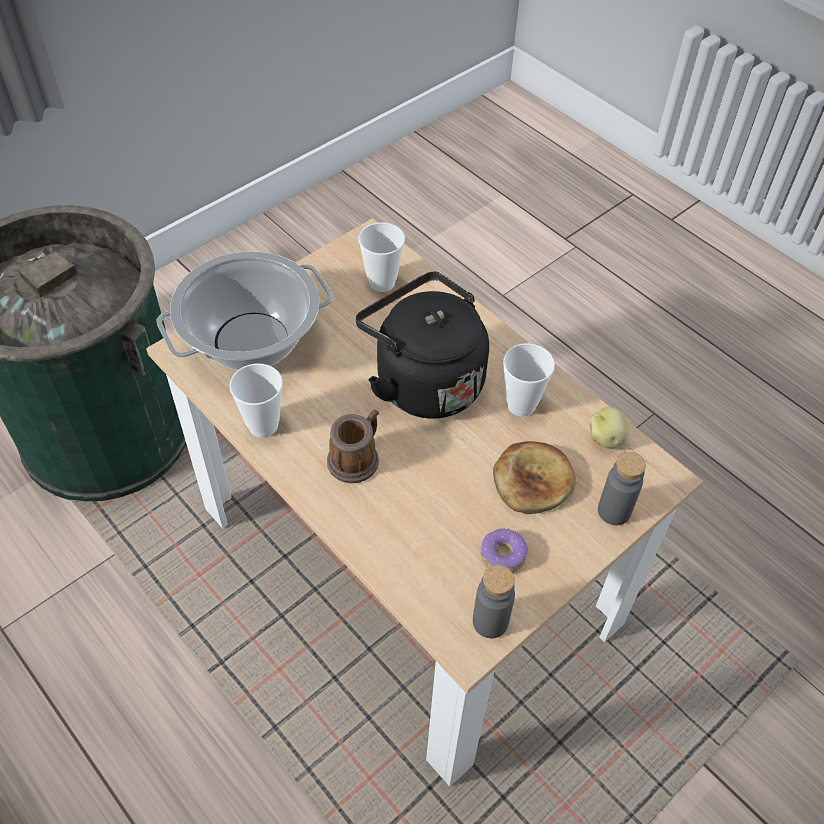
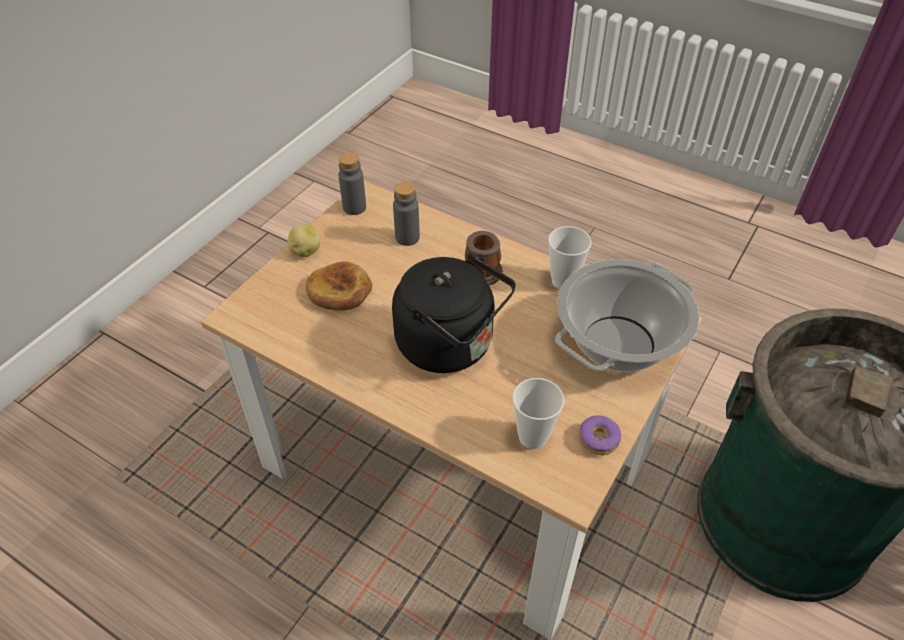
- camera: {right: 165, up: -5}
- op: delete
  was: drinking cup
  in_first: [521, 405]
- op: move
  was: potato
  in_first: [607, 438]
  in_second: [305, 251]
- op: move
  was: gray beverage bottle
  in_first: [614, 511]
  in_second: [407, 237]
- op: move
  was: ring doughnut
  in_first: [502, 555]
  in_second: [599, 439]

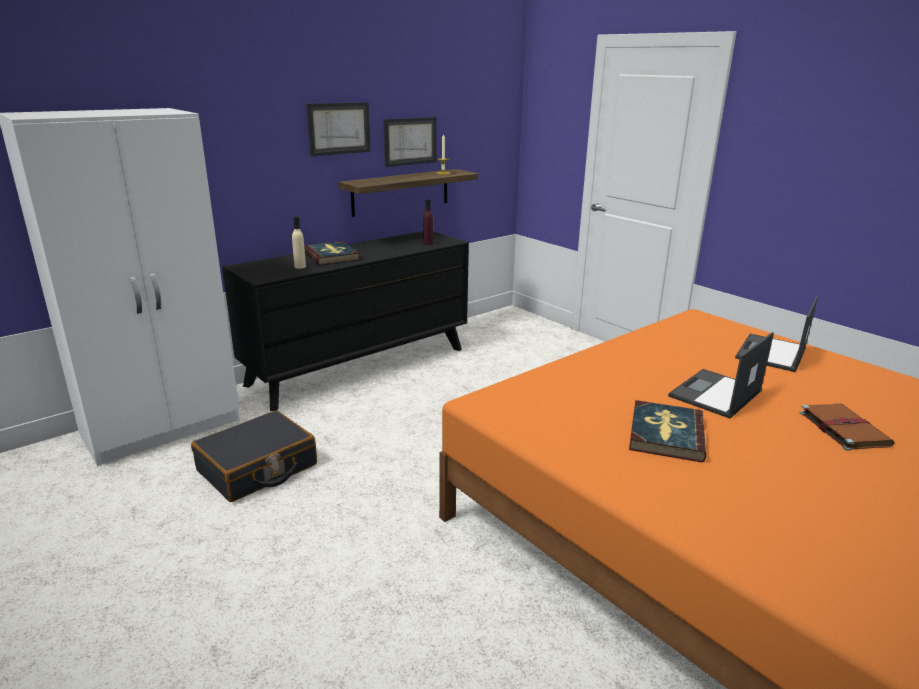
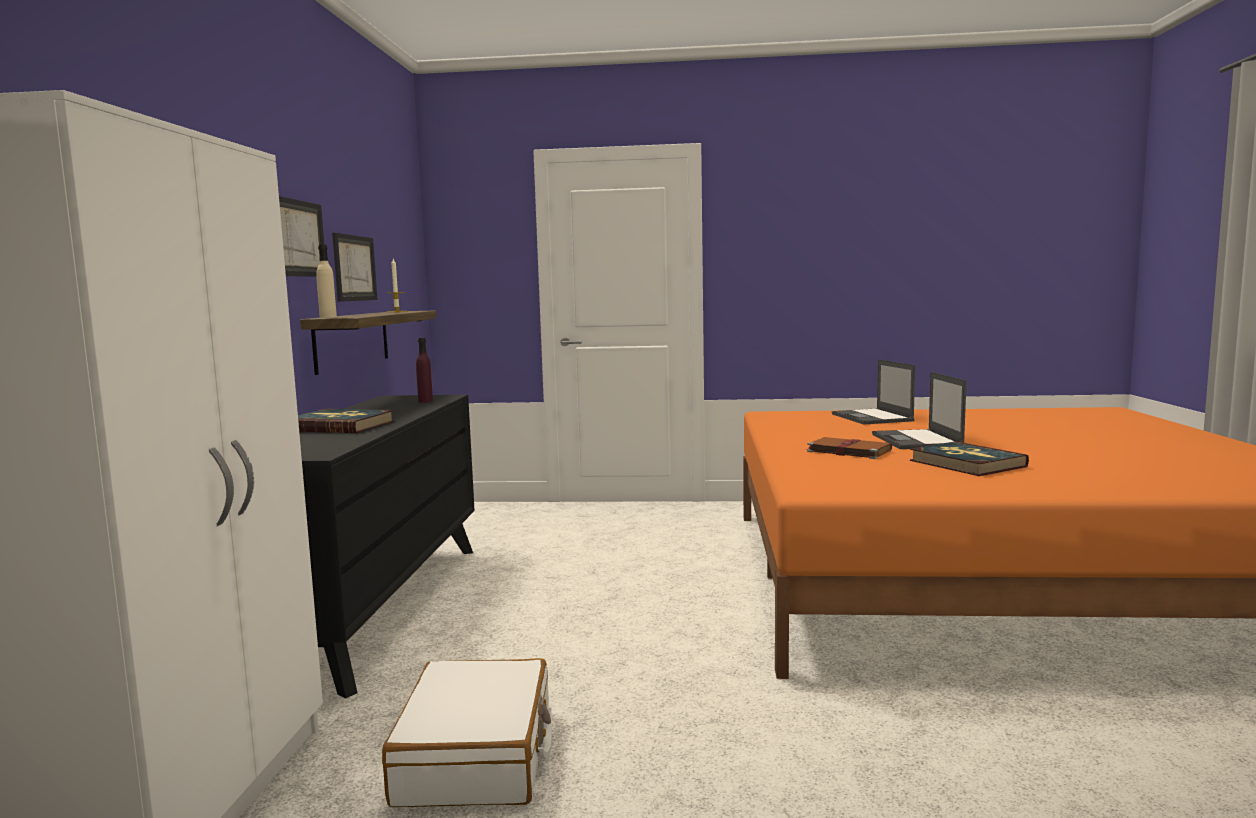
- camera: {right: -45, up: -15}
- op: move
  was: beige-coloured beverage bottle
  in_first: [300, 267]
  in_second: [328, 317]
- op: move
  was: brown bound book
  in_first: [842, 428]
  in_second: [847, 451]
- op: recolor
  was: black-coloured travel case
  now: white travel case
  in_first: [257, 468]
  in_second: [477, 756]

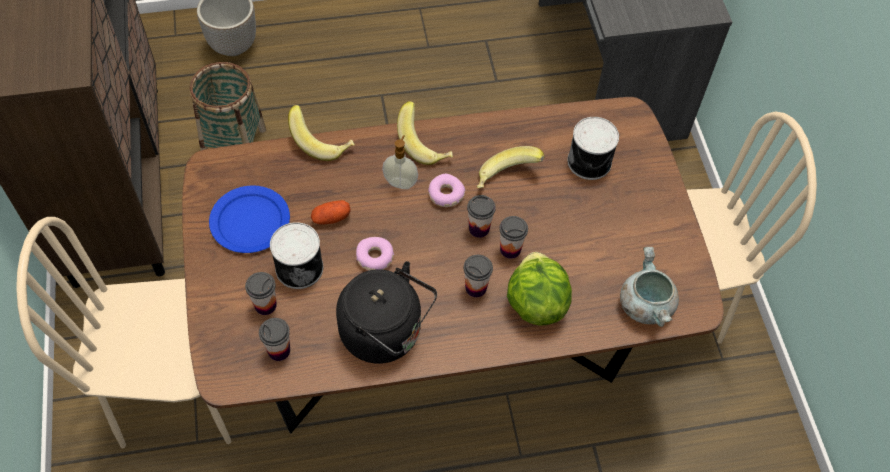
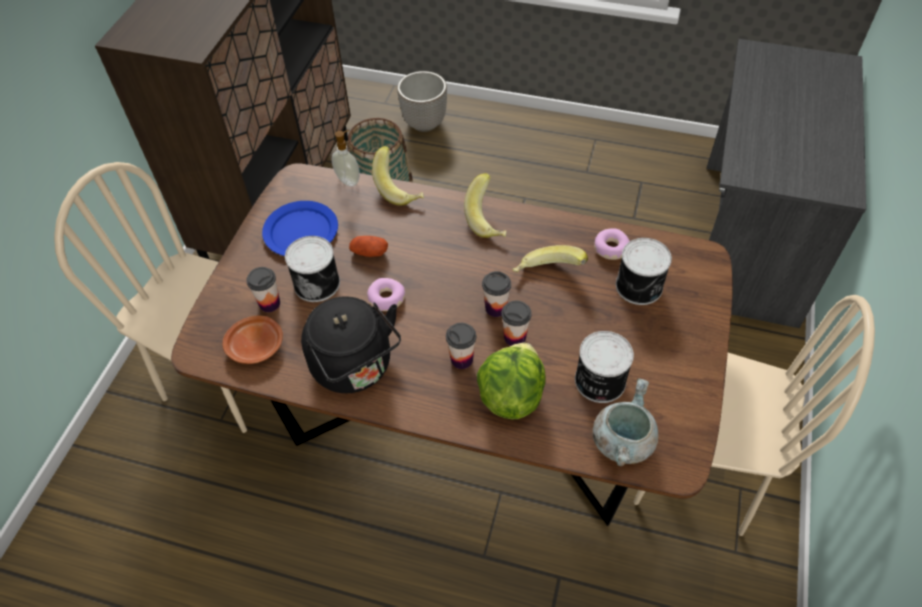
- camera: {right: 30, up: -5}
- op: move
  was: soap dispenser
  in_first: [400, 182]
  in_second: [349, 180]
- op: move
  was: ring doughnut
  in_first: [445, 194]
  in_second: [610, 248]
- op: replace
  was: drinking cup
  now: brown dinner plate
  in_first: [279, 350]
  in_second: [256, 345]
- op: insert
  now: metal can
  in_second: [599, 381]

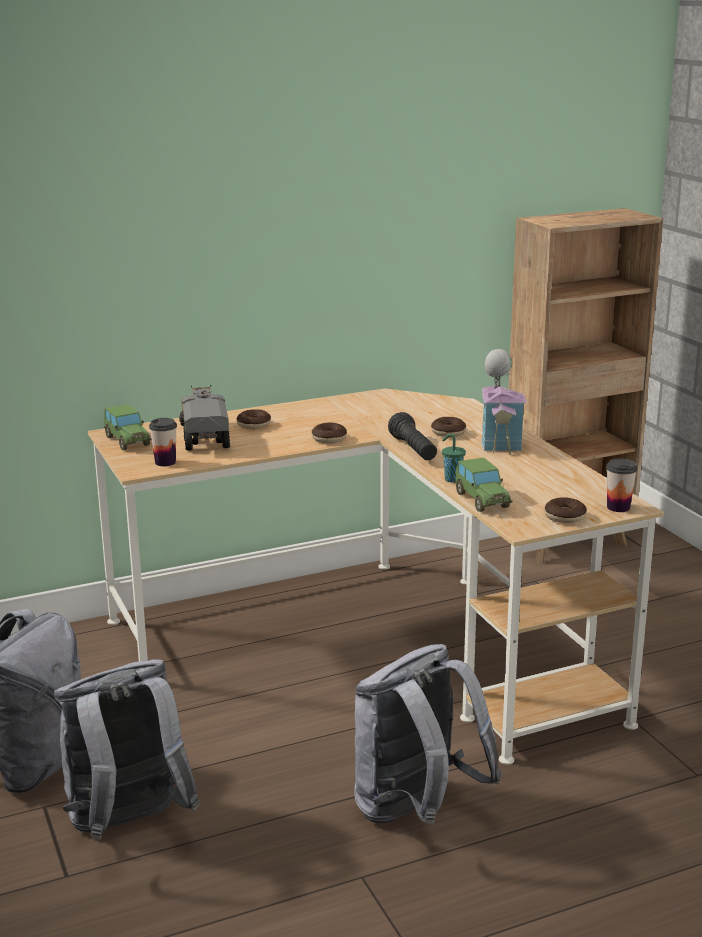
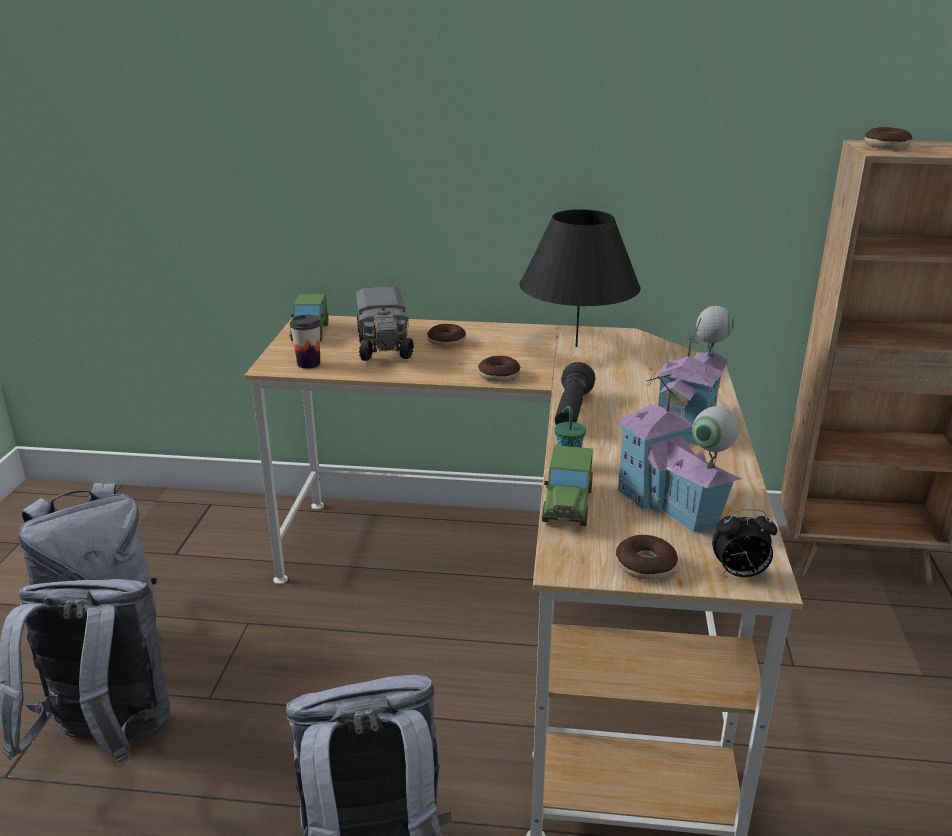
- camera: {right: 30, up: 5}
- op: rotate
  was: toy truck
  in_first: [205, 436]
  in_second: [383, 344]
  clockwise: 150
- op: move
  was: ring doughnut
  in_first: [448, 432]
  in_second: [886, 146]
- op: replace
  was: drinking cup
  now: bedside clock
  in_first: [618, 507]
  in_second: [739, 574]
- op: insert
  now: black-coloured tabletop lamp
  in_second: [576, 346]
- op: insert
  now: model house
  in_second: [667, 505]

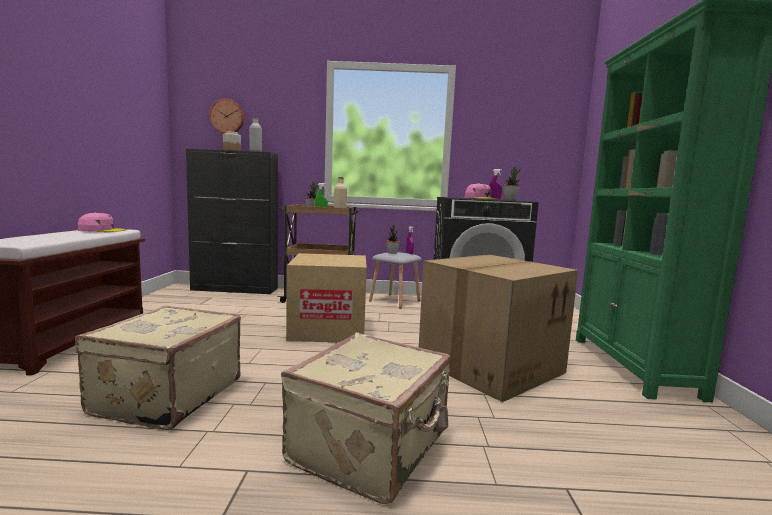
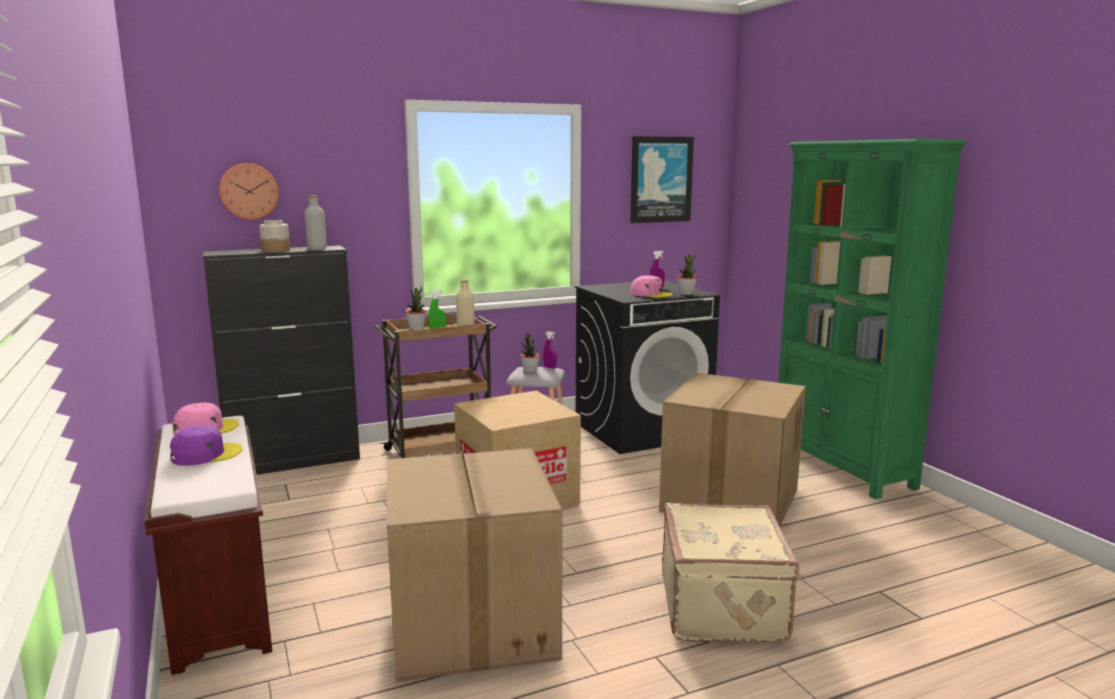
- camera: {right: -25, up: 5}
- op: replace
  was: beige-coloured travel case
  now: cardboard box
  in_first: [165, 396]
  in_second: [475, 624]
- op: insert
  now: wall picture
  in_second: [660, 179]
- op: insert
  now: purplish cap
  in_second: [205, 454]

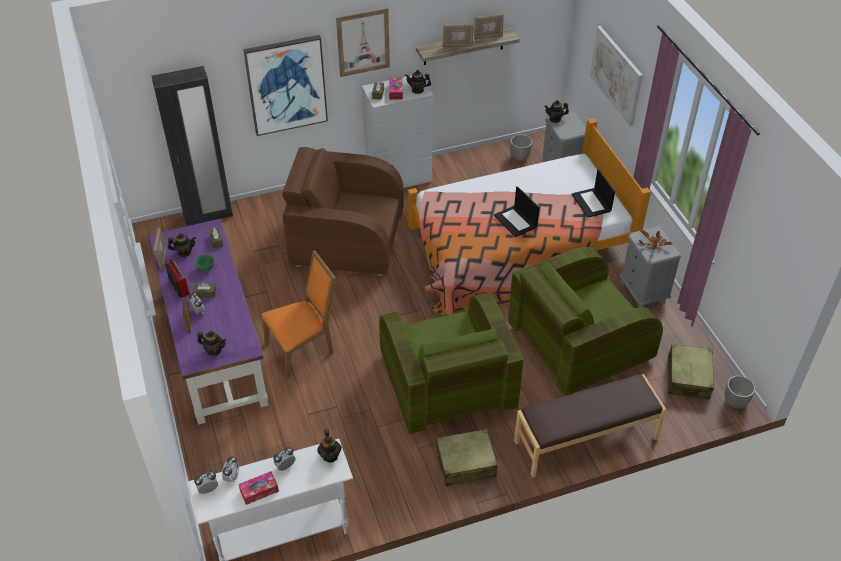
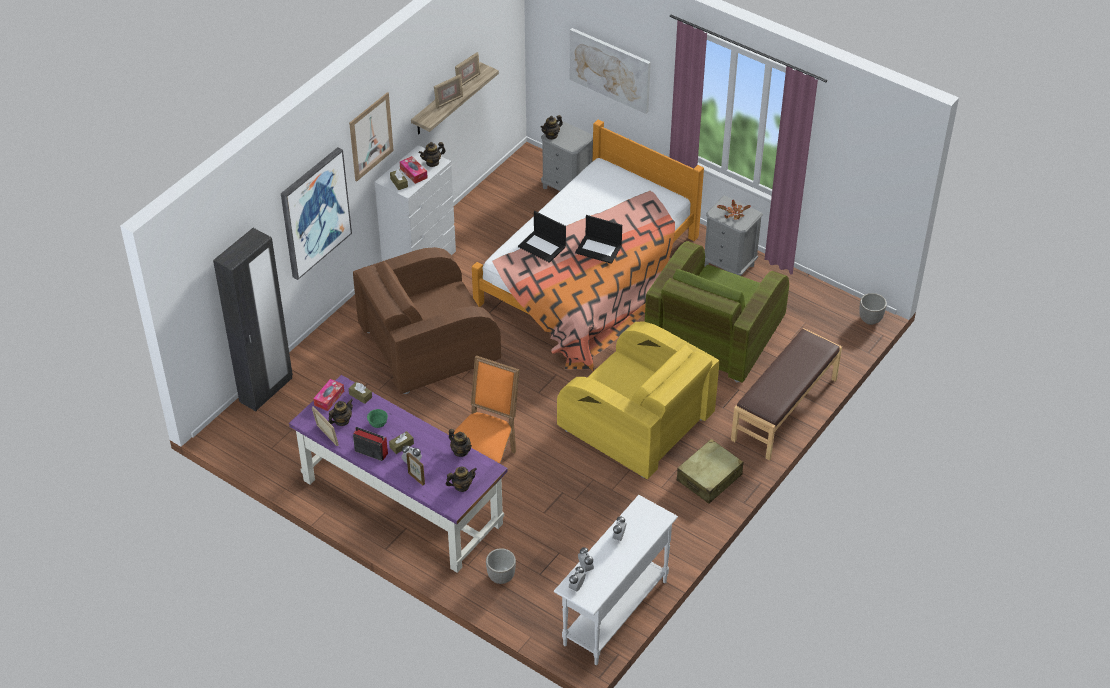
- camera: {right: -35, up: 0}
- op: move
  was: planter
  in_first: [519, 157]
  in_second: [501, 577]
- op: move
  was: notebook computer
  in_first: [592, 203]
  in_second: [542, 246]
- op: recolor
  was: greenish easy chair
  now: yellow-coloured easy chair
  in_first: [447, 383]
  in_second: [636, 424]
- op: delete
  was: beige-coloured travel case
  in_first: [688, 377]
- op: move
  was: tea pot
  in_first: [330, 455]
  in_second: [460, 451]
- op: move
  was: tissue holder
  in_first: [259, 491]
  in_second: [329, 398]

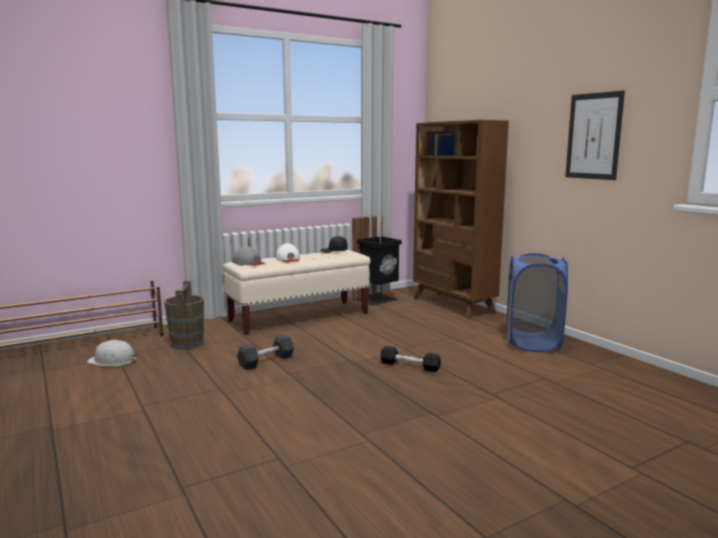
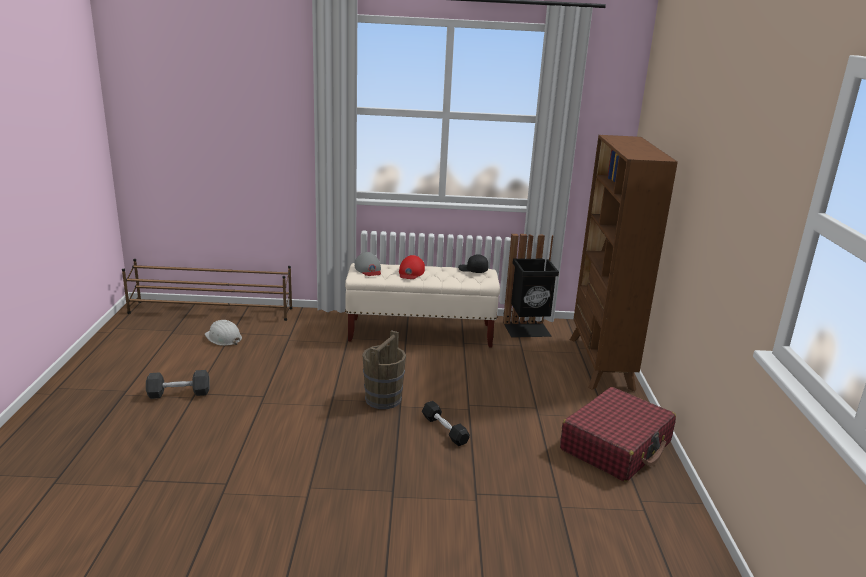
- camera: {right: 30, up: 10}
- op: delete
  was: wall picture
  in_first: [593, 136]
- op: recolor
  was: white cap
  now: red-coloured cap
  in_first: [288, 259]
  in_second: [411, 272]
- op: replace
  was: bluish hamper
  now: red-coloured travel case
  in_first: [532, 342]
  in_second: [616, 446]
- op: move
  was: brown pail
  in_first: [187, 343]
  in_second: [383, 399]
- op: move
  was: gray hand weight
  in_first: [266, 361]
  in_second: [179, 393]

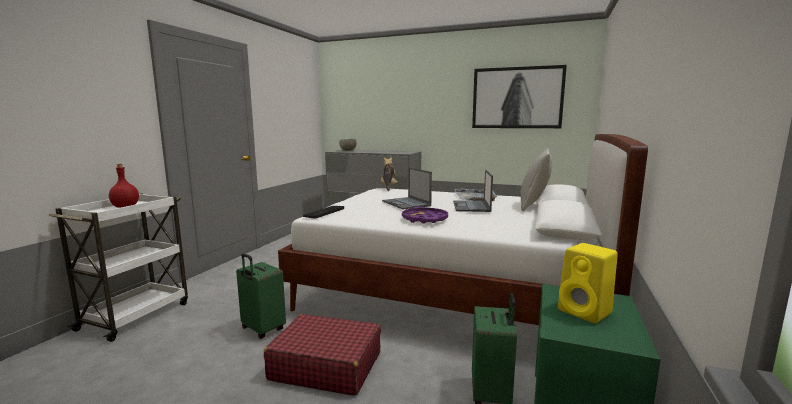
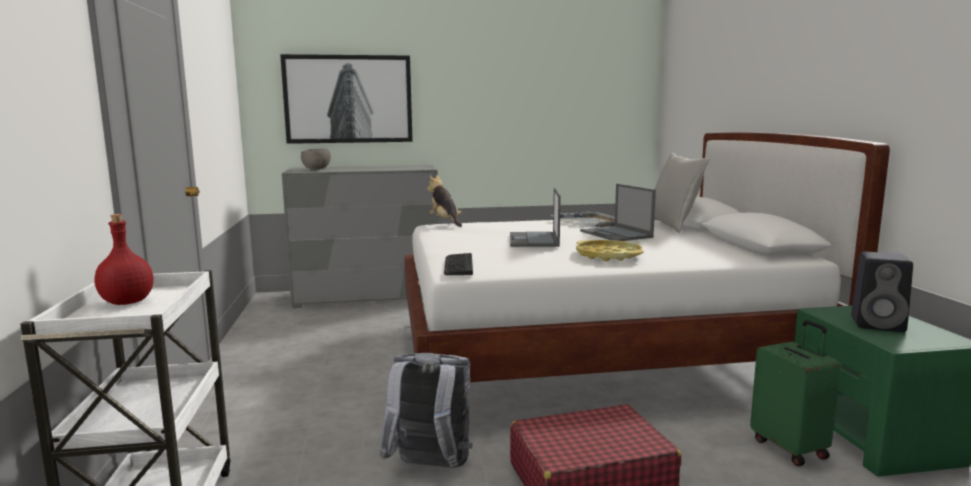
- camera: {right: -30, up: 0}
- op: move
  was: wall picture
  in_first: [517, 98]
  in_second: [348, 99]
- op: rotate
  was: notebook computer
  in_first: [406, 203]
  in_second: [534, 240]
  clockwise: 60
- op: recolor
  was: purplish carrying tray
  now: yellow-coloured carrying tray
  in_first: [424, 219]
  in_second: [608, 256]
- op: recolor
  was: yellow-coloured audio speaker
  now: black-coloured audio speaker
  in_first: [586, 312]
  in_second: [879, 324]
- op: replace
  was: greenish travel case
  now: gray knapsack
  in_first: [262, 329]
  in_second: [430, 468]

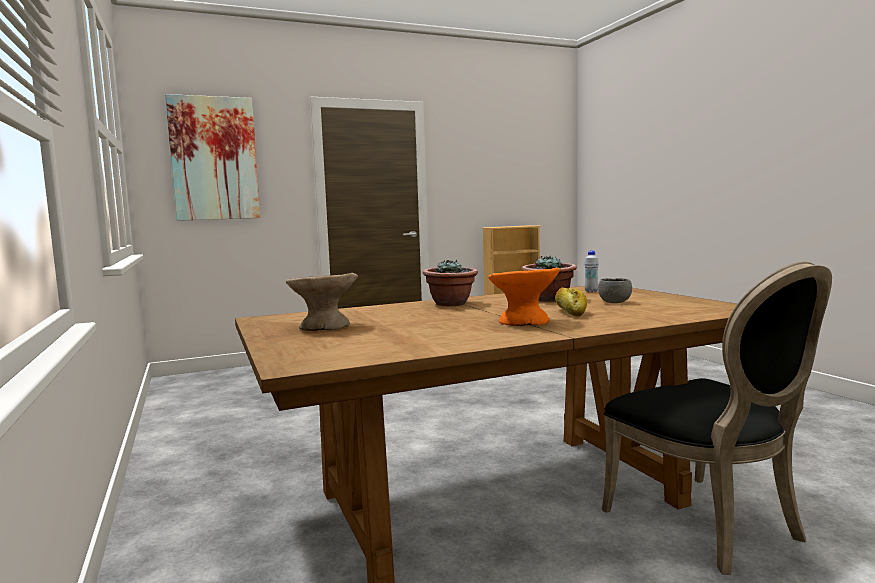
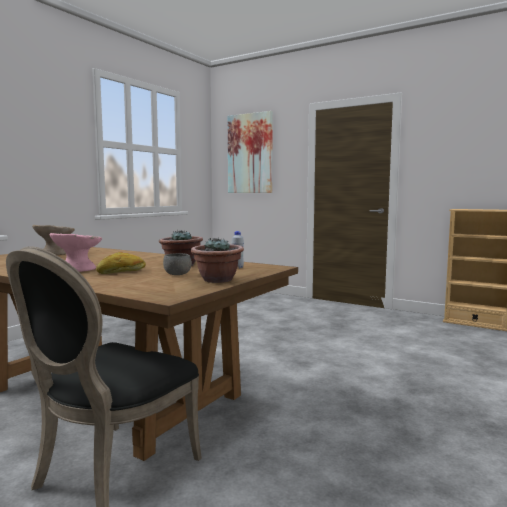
- camera: {right: 55, up: 0}
- op: move
  was: plant in a pot
  in_first: [451, 304]
  in_second: [217, 280]
- op: recolor
  was: orangey serving bowl
  now: pink serving bowl
  in_first: [524, 322]
  in_second: [77, 269]

